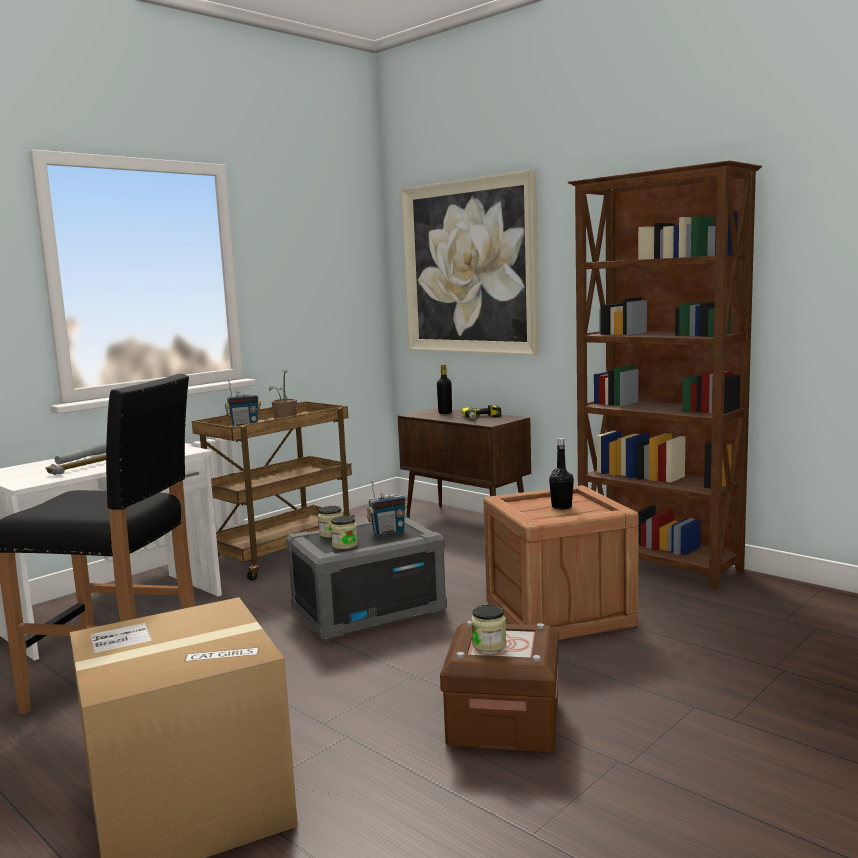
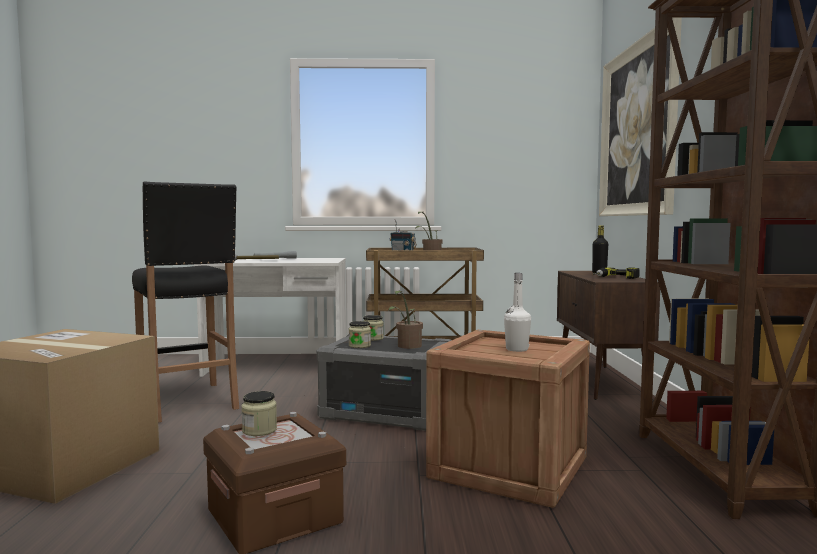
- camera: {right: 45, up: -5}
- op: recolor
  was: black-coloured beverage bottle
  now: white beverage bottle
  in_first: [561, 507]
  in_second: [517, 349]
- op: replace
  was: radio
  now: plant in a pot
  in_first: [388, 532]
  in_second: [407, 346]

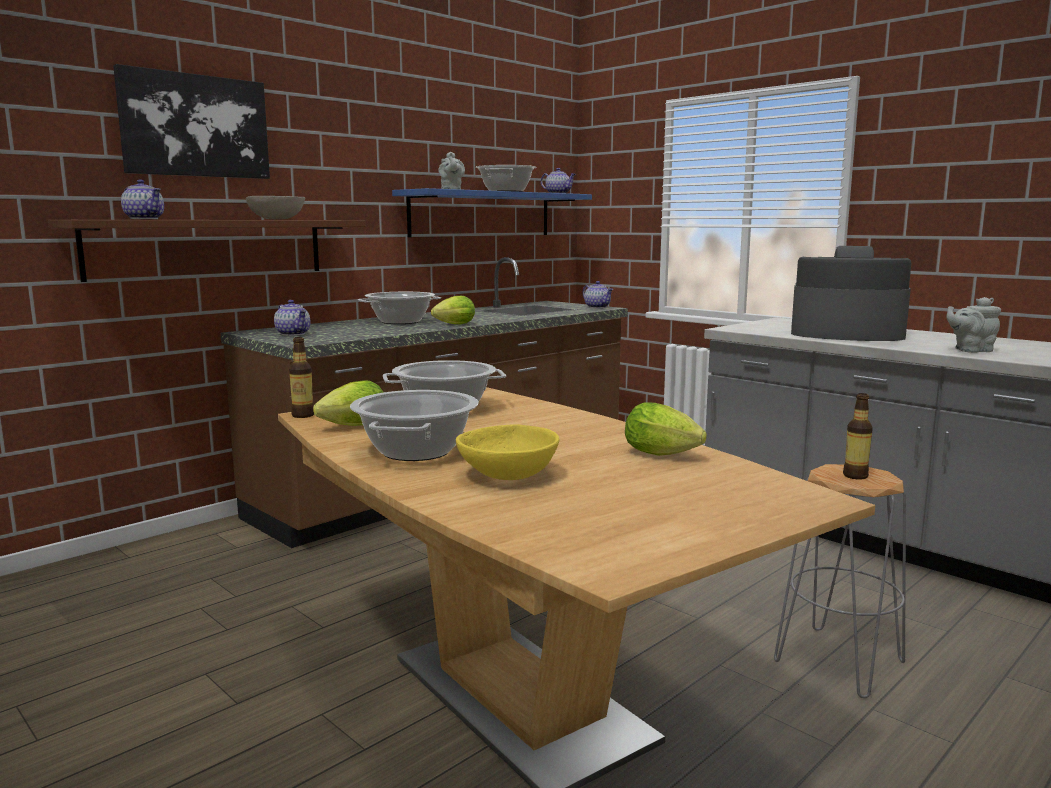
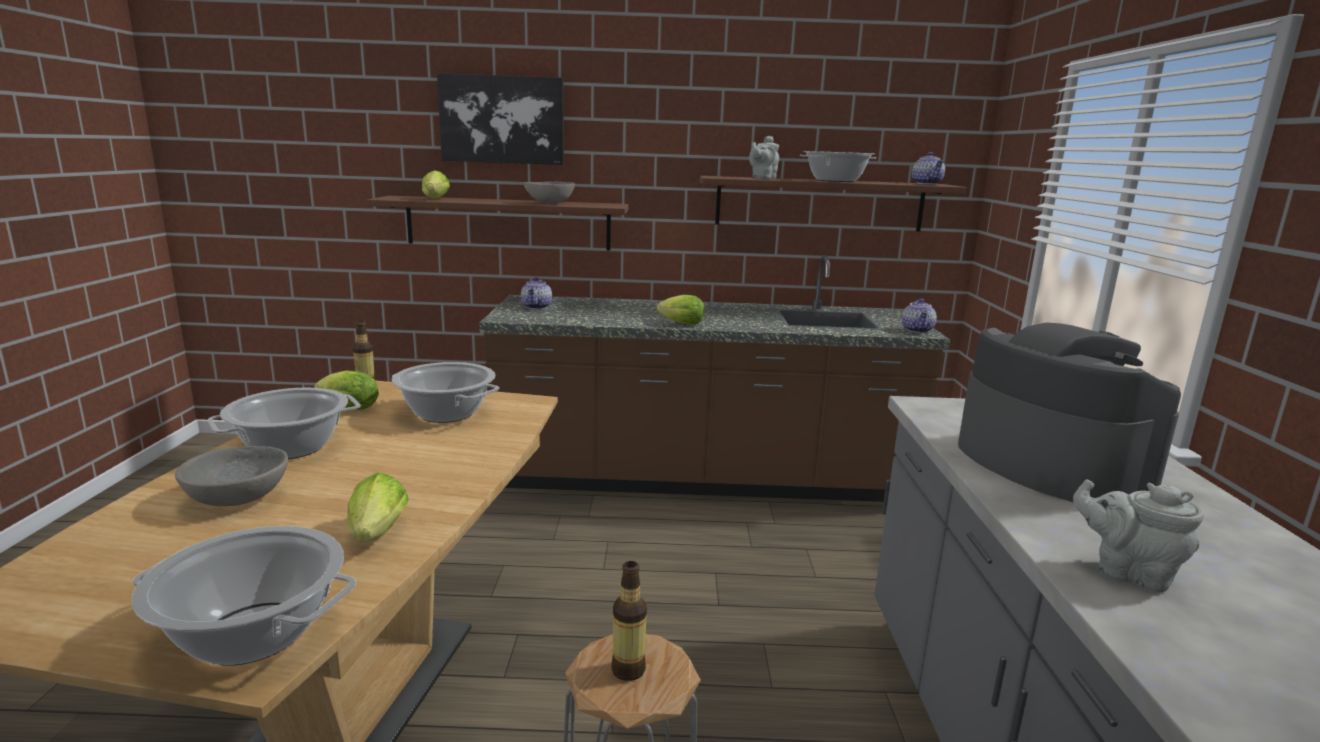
- camera: {right: 45, up: 5}
- op: replace
  was: tea pot
  now: head of lettuce
  in_first: [145, 219]
  in_second: [435, 199]
- op: recolor
  was: bluish bracket shelf
  now: brown bracket shelf
  in_first: [482, 214]
  in_second: [819, 204]
- op: move
  was: stockpot
  in_first: [400, 322]
  in_second: [252, 634]
- op: recolor
  was: yellow-coloured serving bowl
  now: gray serving bowl
  in_first: [506, 476]
  in_second: [239, 497]

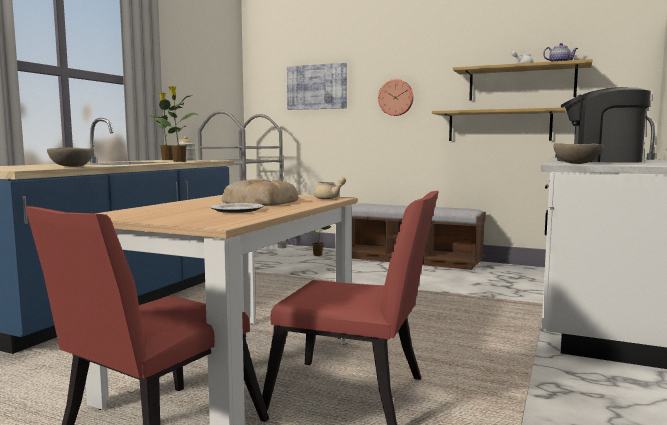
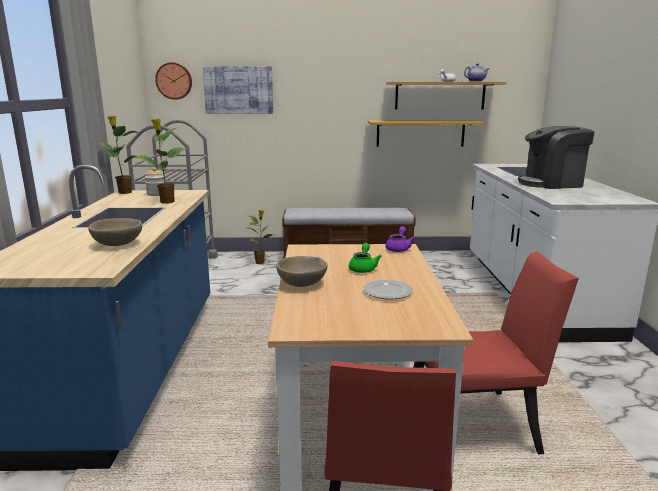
- camera: {right: -25, up: 10}
- op: move
  was: clock on the wall
  in_first: [396, 97]
  in_second: [174, 81]
- op: move
  was: beige-coloured serving bowl
  in_first: [576, 163]
  in_second: [302, 284]
- op: recolor
  was: beige-coloured tea pot
  now: purplish tea pot
  in_first: [330, 197]
  in_second: [398, 248]
- op: replace
  was: baked bread
  now: greenish tea pot
  in_first: [259, 202]
  in_second: [363, 268]

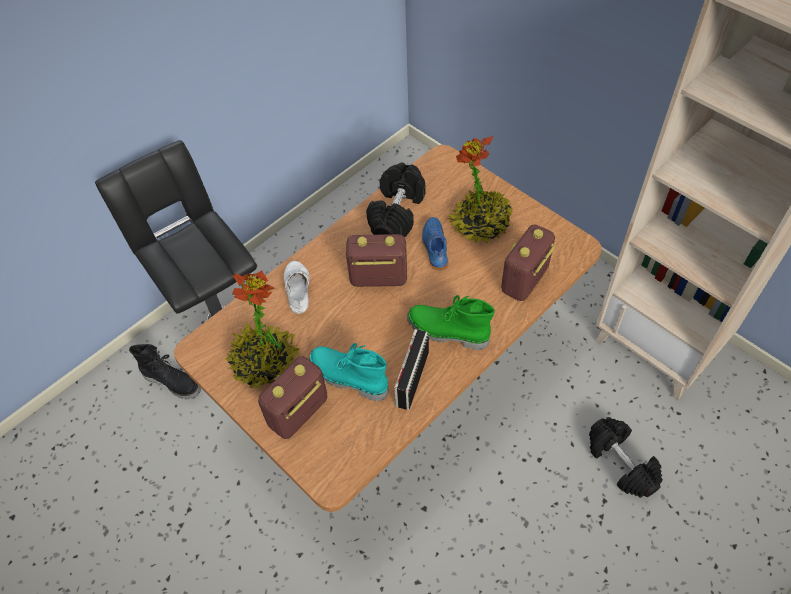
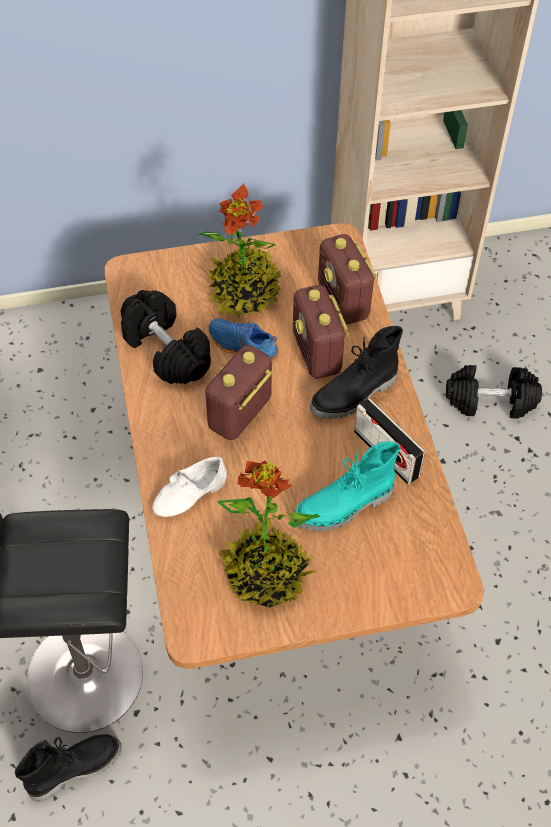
- camera: {right: -60, up: 0}
- op: rotate
  was: white shoe
  in_first: [297, 289]
  in_second: [191, 494]
  clockwise: -60
- op: recolor
  was: greenish boot
  now: black-coloured boot
  in_first: [447, 332]
  in_second: [355, 395]
- op: move
  was: radio
  in_first: [298, 413]
  in_second: [317, 354]

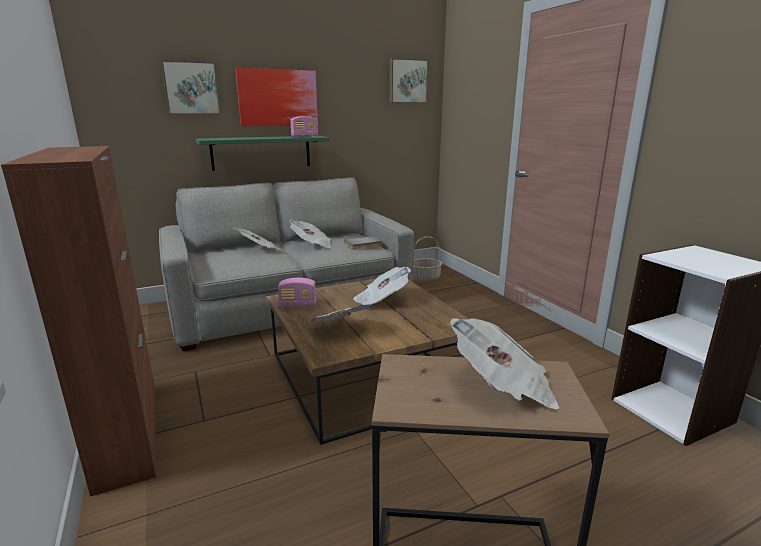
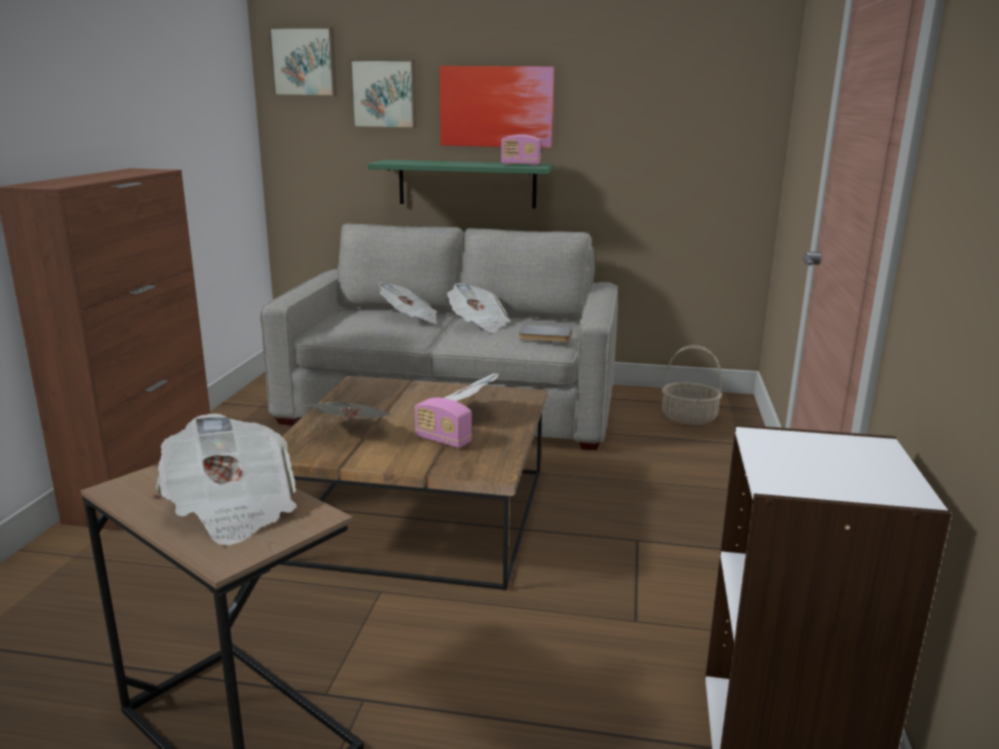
- camera: {right: 35, up: 0}
- op: move
  was: wall picture
  in_first: [407, 81]
  in_second: [304, 62]
- op: move
  was: radio
  in_first: [298, 304]
  in_second: [443, 440]

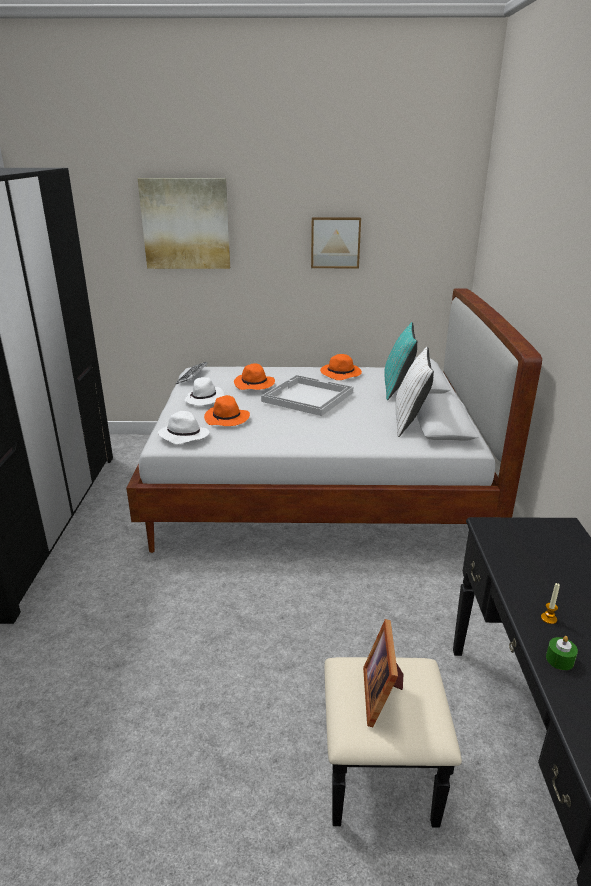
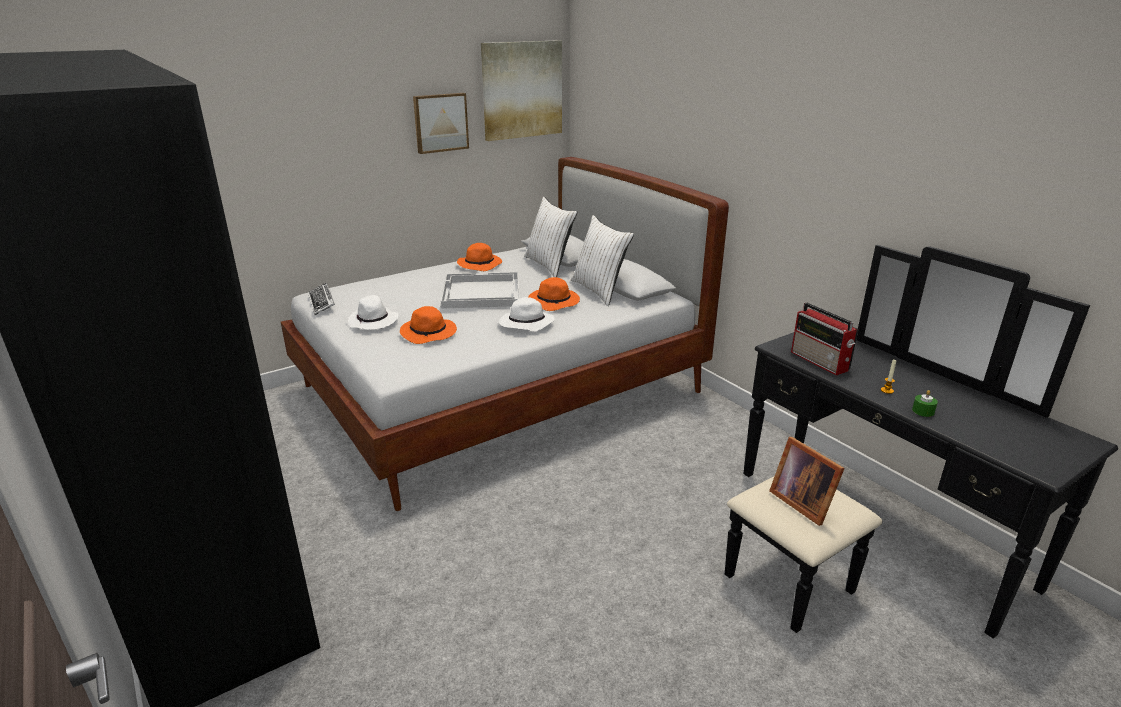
- camera: {right: -35, up: 0}
- op: move
  was: wall picture
  in_first: [186, 224]
  in_second: [522, 90]
- op: recolor
  was: turquoise-coloured pillow
  now: white pillow
  in_first: [397, 388]
  in_second: [549, 265]
- op: move
  was: orangey hat
  in_first: [254, 384]
  in_second: [554, 302]
- op: move
  was: white hat
  in_first: [183, 436]
  in_second: [525, 324]
- op: insert
  now: radio
  in_second: [820, 361]

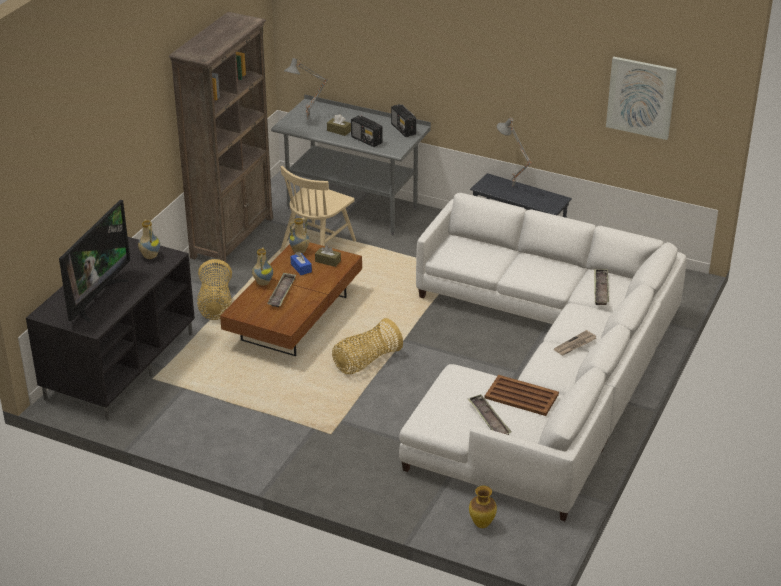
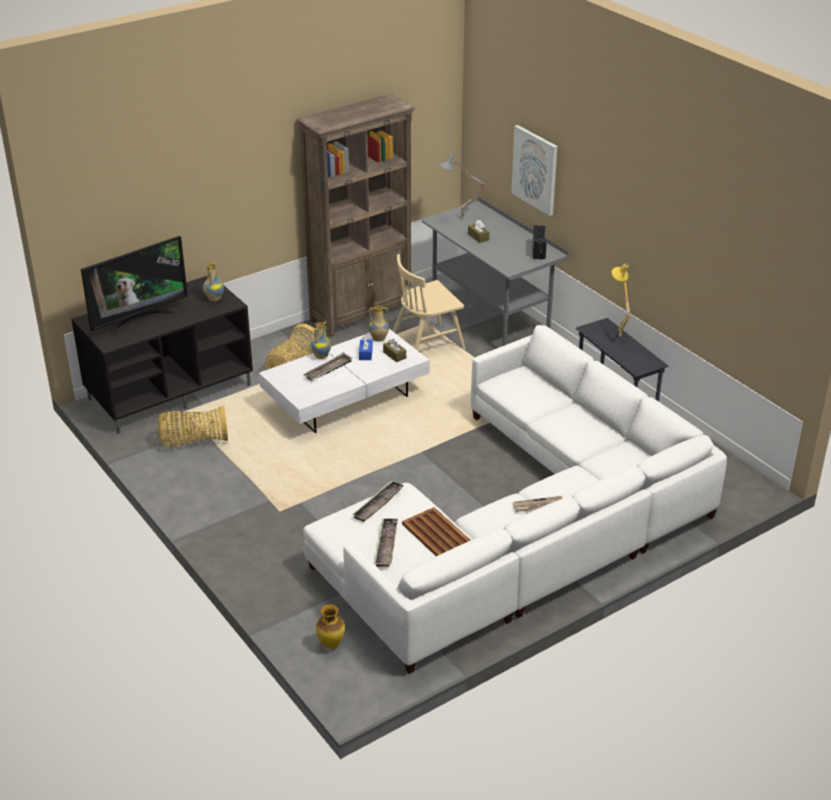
- camera: {right: 30, up: 0}
- op: move
  was: wall picture
  in_first: [641, 97]
  in_second: [535, 169]
- op: delete
  was: radio
  in_first: [367, 140]
- op: recolor
  was: gray tabletop lamp
  now: yellow-coloured tabletop lamp
  in_first: [512, 187]
  in_second: [618, 337]
- op: recolor
  was: brown lounge table
  now: white lounge table
  in_first: [295, 319]
  in_second: [346, 401]
- op: move
  was: carrying tray
  in_first: [600, 289]
  in_second: [378, 504]
- op: move
  was: storage basket
  in_first: [366, 362]
  in_second: [194, 441]

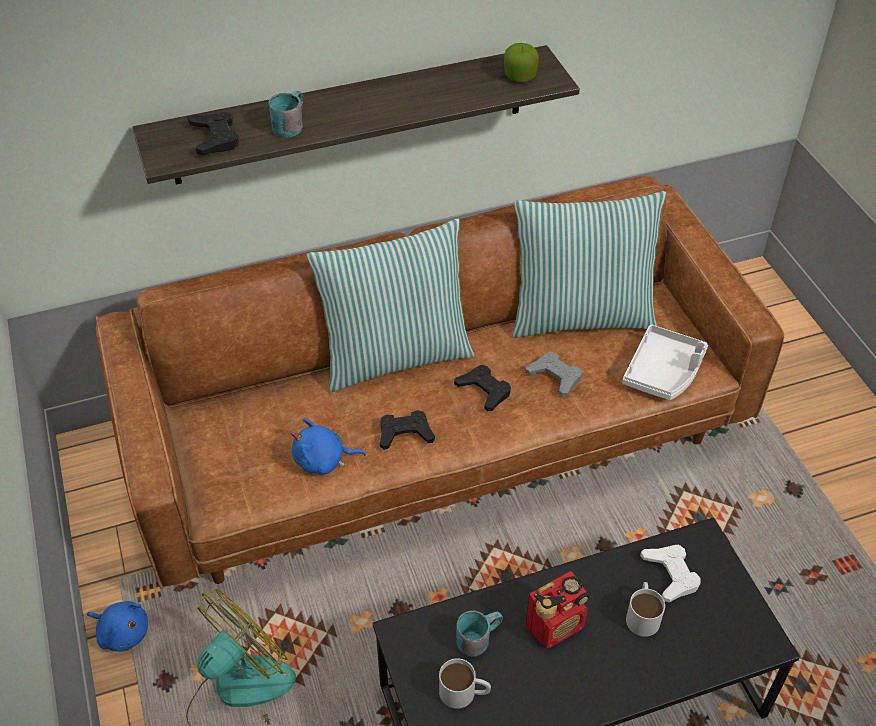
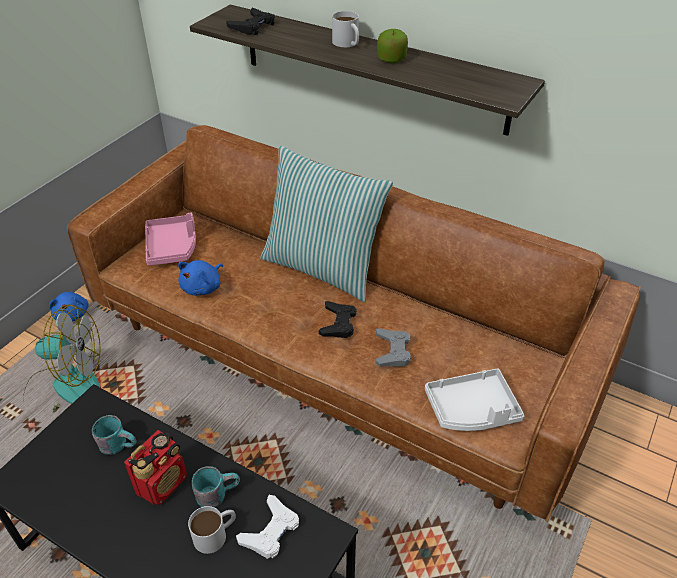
- camera: {right: 50, up: -5}
- op: move
  was: apple
  in_first: [520, 76]
  in_second: [391, 59]
- op: move
  was: turquoise-coloured coffee mug
  in_first: [288, 125]
  in_second: [216, 492]
- op: delete
  was: pillow
  in_first: [580, 315]
- op: delete
  was: black-coloured game controller
  in_first: [405, 433]
- op: rotate
  was: bluish cuddly toy
  in_first: [323, 460]
  in_second: [203, 287]
  clockwise: -105
- op: rotate
  was: radio
  in_first: [555, 626]
  in_second: [162, 483]
  clockwise: -75
- op: move
  was: white coffee mug
  in_first: [464, 693]
  in_second: [348, 44]
- op: insert
  now: pink carrying tray
  in_second: [172, 247]

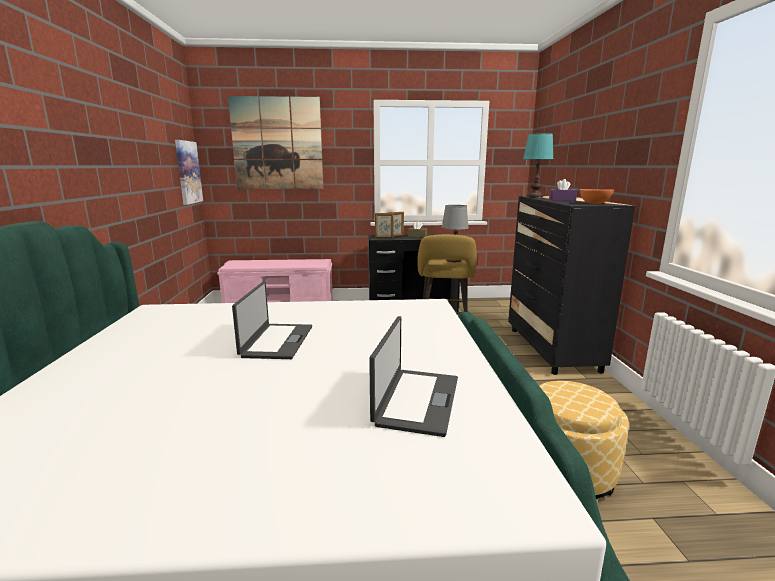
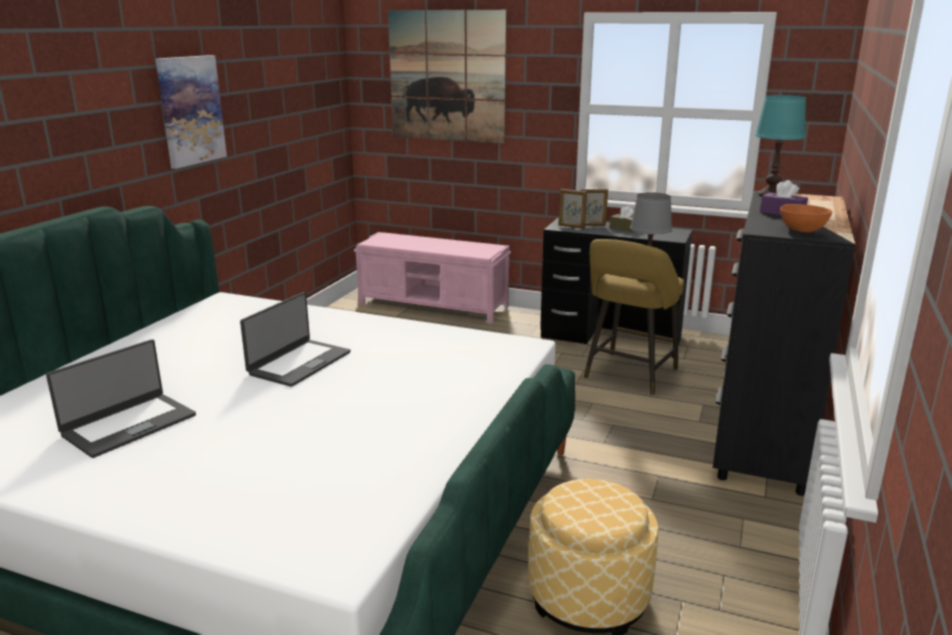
- camera: {right: 25, up: 5}
- op: move
  was: wall picture
  in_first: [188, 172]
  in_second: [191, 110]
- op: move
  was: notebook computer
  in_first: [416, 400]
  in_second: [128, 425]

